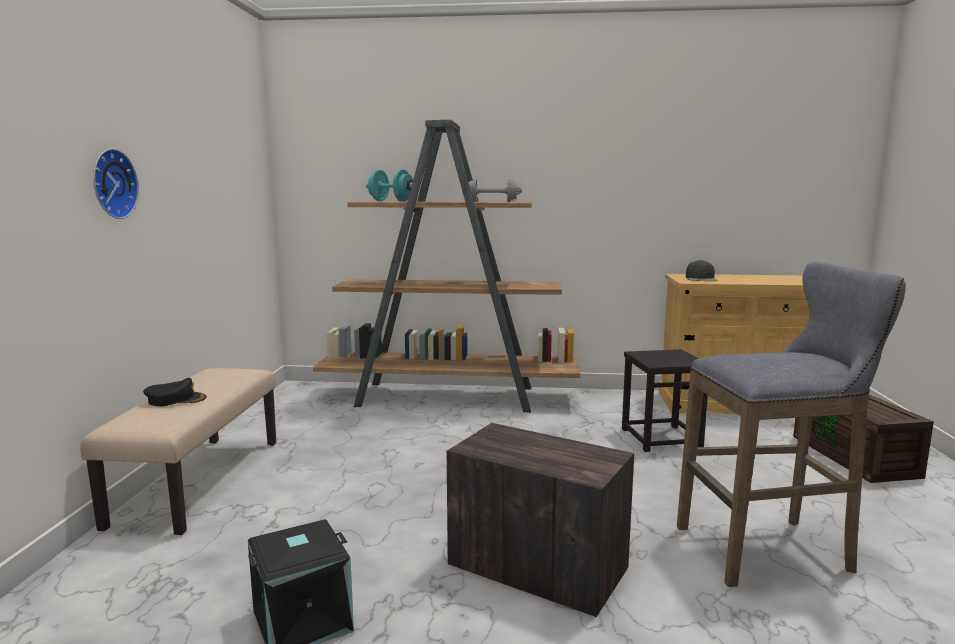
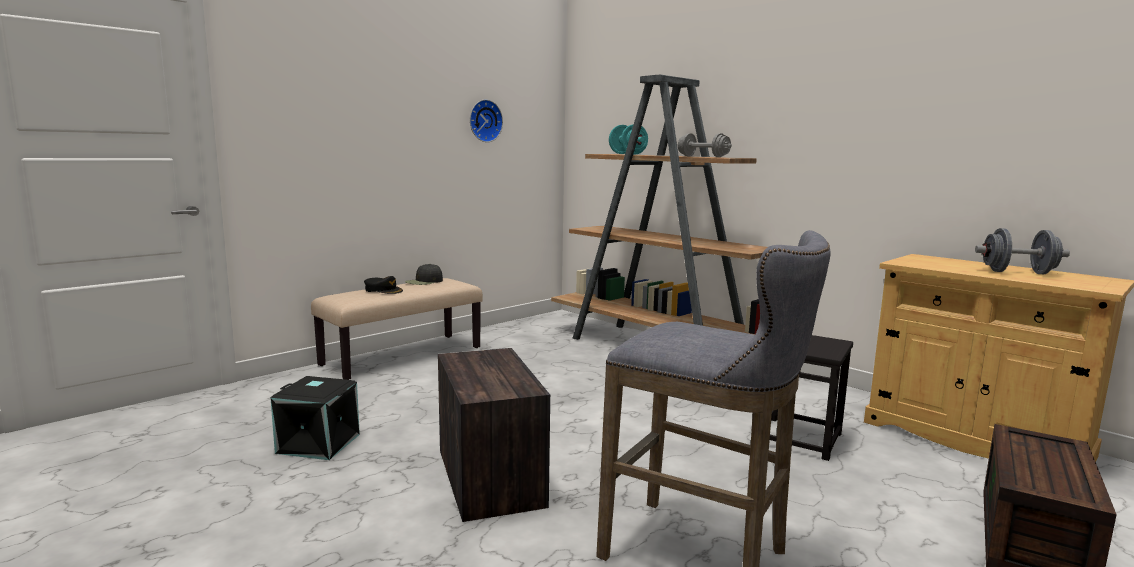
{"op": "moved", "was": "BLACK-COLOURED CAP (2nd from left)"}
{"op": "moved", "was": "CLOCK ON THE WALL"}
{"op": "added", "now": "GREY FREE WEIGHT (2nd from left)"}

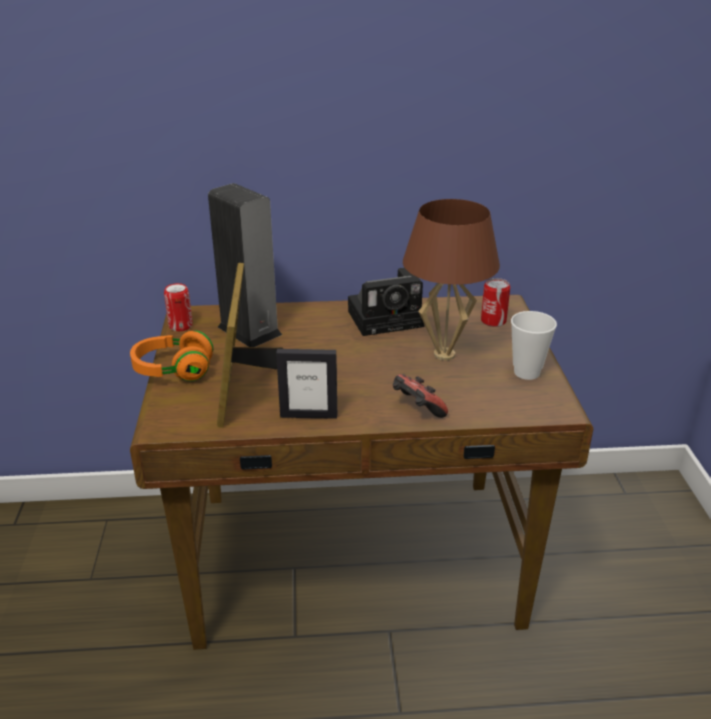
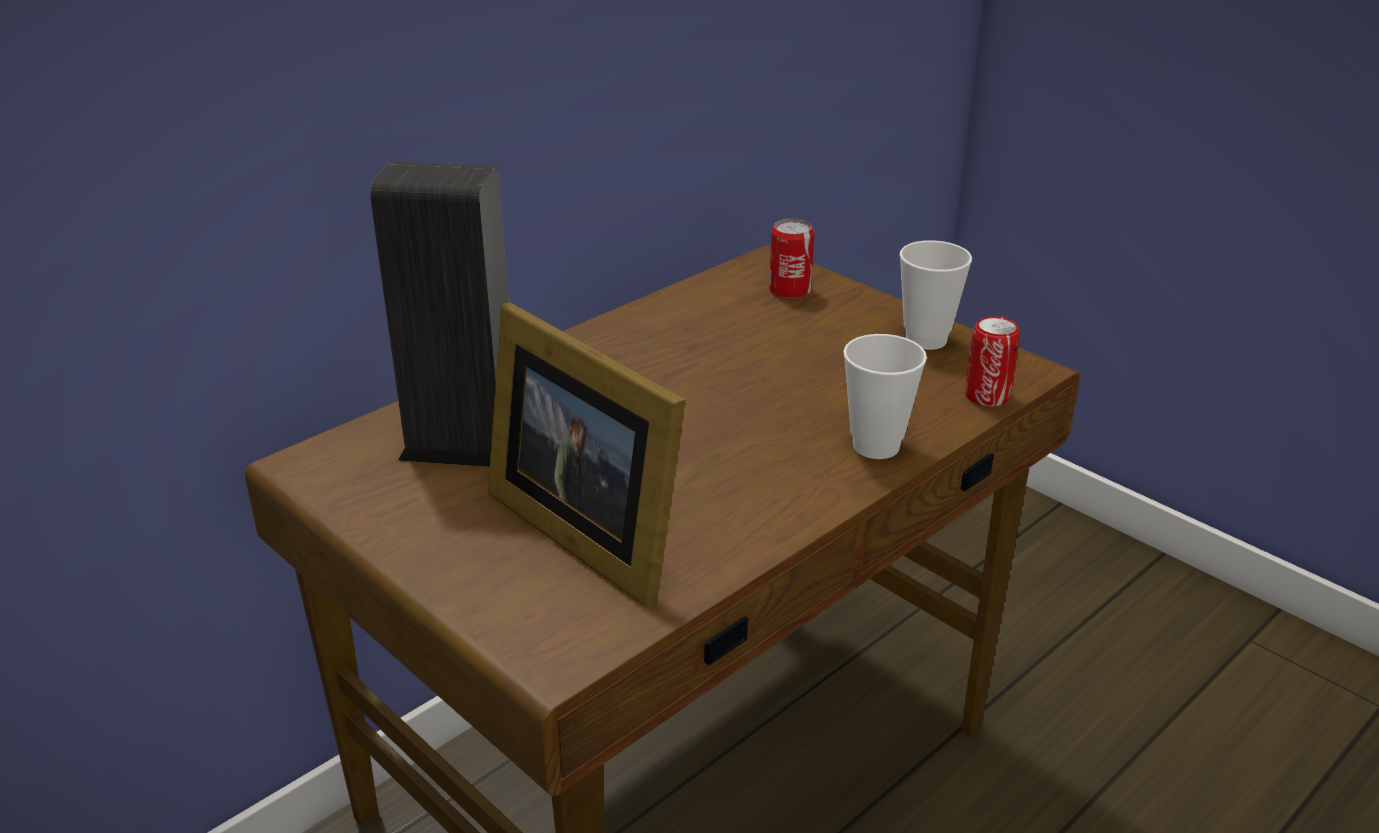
{"op": "replaced", "was": "GAME CONTROLLER", "now": "DRINKING CUP (1st from left)"}
{"op": "moved", "was": "METAL CAN (1st from left in the first image)", "now": "METAL CAN (2nd from left)"}
{"op": "removed", "was": "ORANGE HEADPHONES"}
{"op": "removed", "was": "PHOTO FRAME (2nd from left)"}
{"op": "removed", "was": "PHOTO CAMERA"}
{"op": "removed", "was": "BROWN-COLOURED TABLE LAMP"}

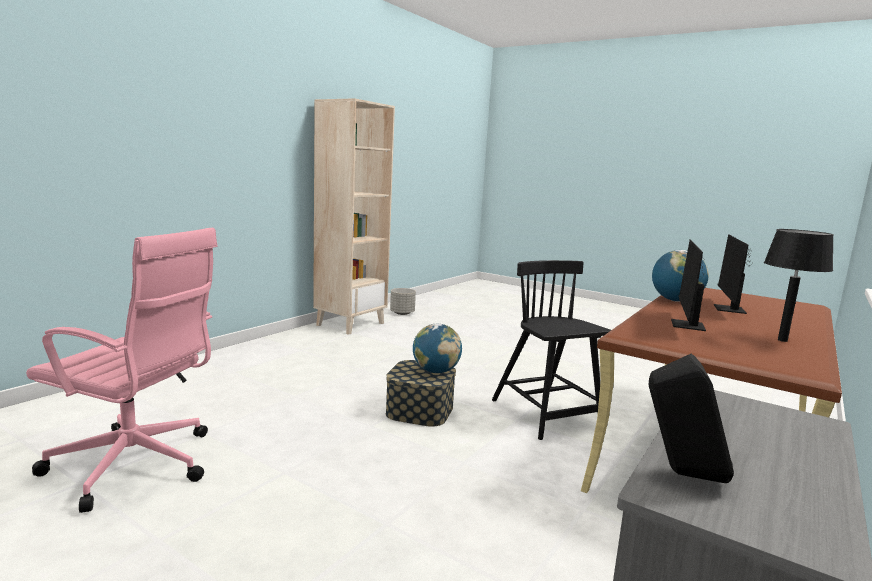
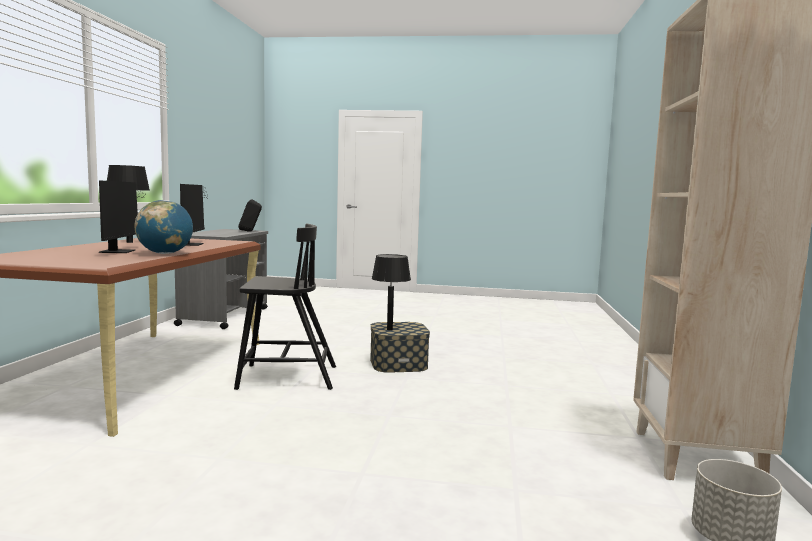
{"op": "turned", "was": "BLACK-COLOURED PLAIN CHAIR", "clockwise": -45}
{"op": "replaced", "was": "WORLD GLOBE (1st from left)", "now": "BLACK-COLOURED TABLE LAMP (2nd from left)"}
{"op": "removed", "was": "PINK-COLOURED OFFICE CHAIR"}

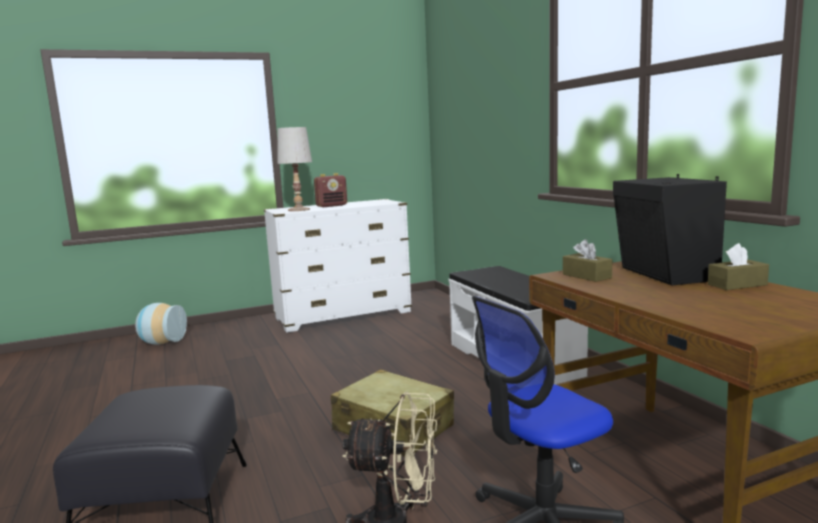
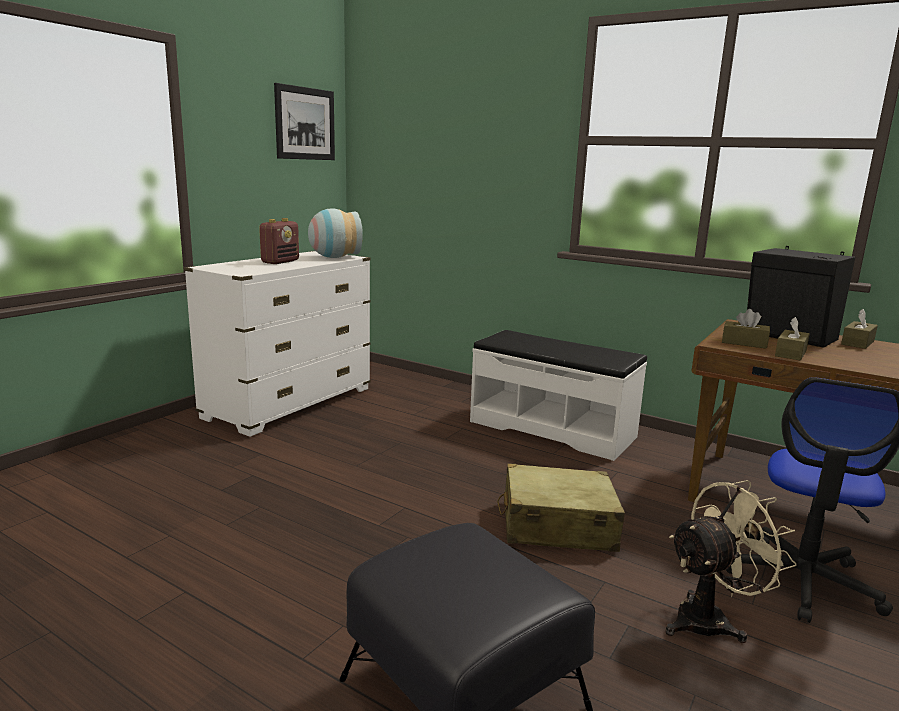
{"op": "added", "now": "PICTURE"}
{"op": "moved", "was": "VASE"}
{"op": "added", "now": "BROWN-COLOURED TISSUE HOLDER (2nd from left)"}
{"op": "removed", "was": "WHITE TABLE LAMP"}

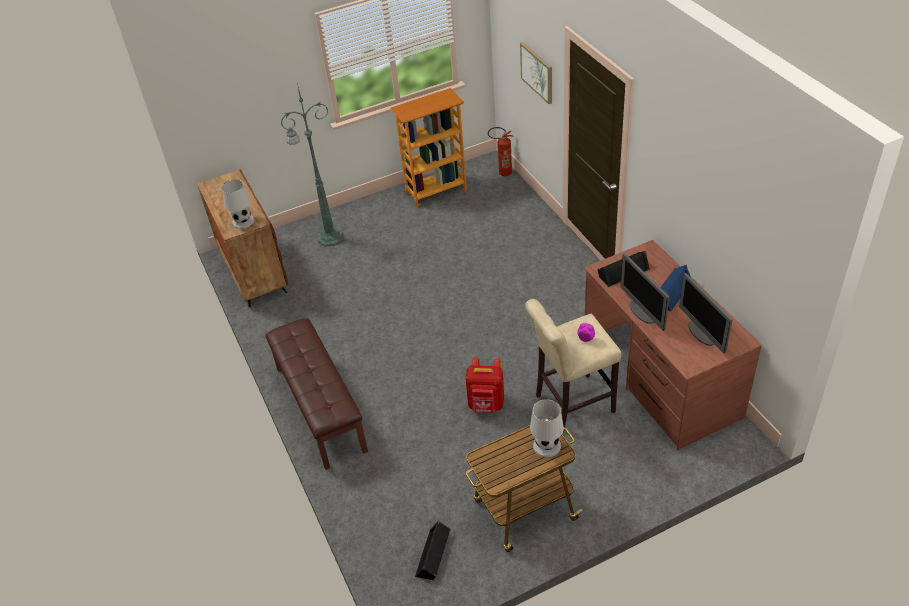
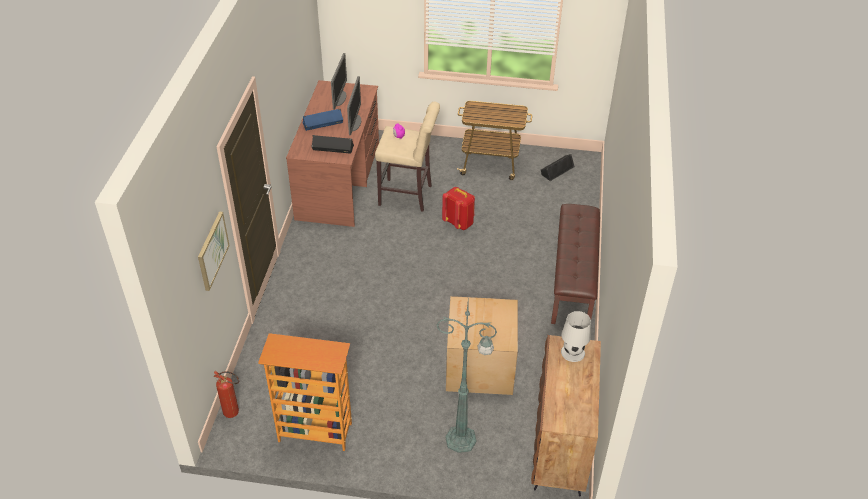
{"op": "added", "now": "PACKING BOX"}
{"op": "removed", "was": "WHITE TABLE LAMP (2nd from left)"}

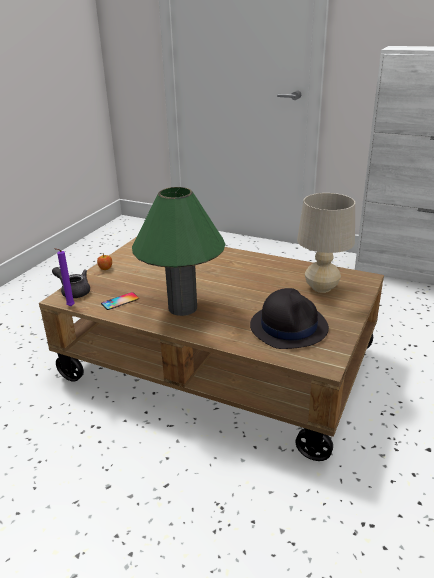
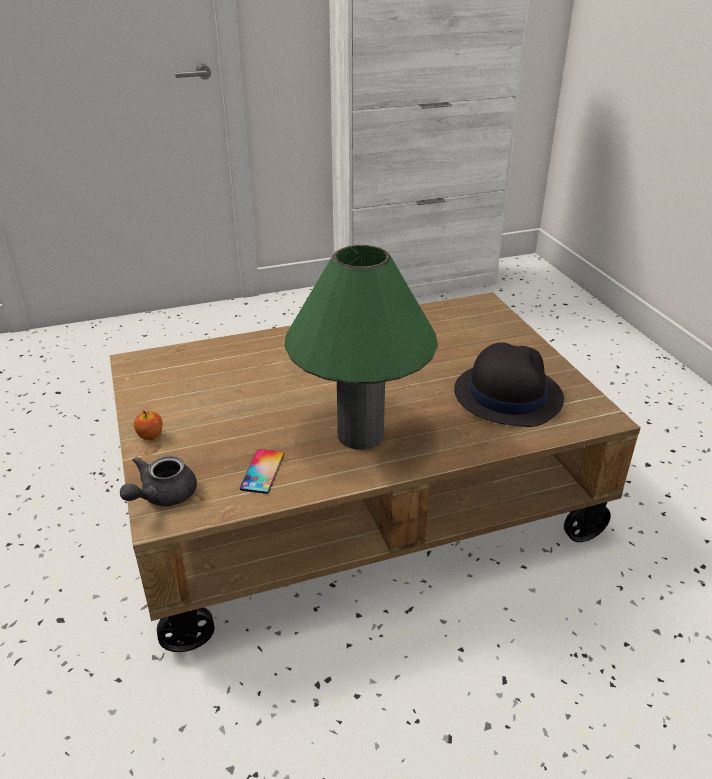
{"op": "turned", "was": "GREY POT FOR TEA", "clockwise": -45}
{"op": "removed", "was": "PURPLISH CANDLE"}
{"op": "removed", "was": "BEIGE TABLE LAMP"}

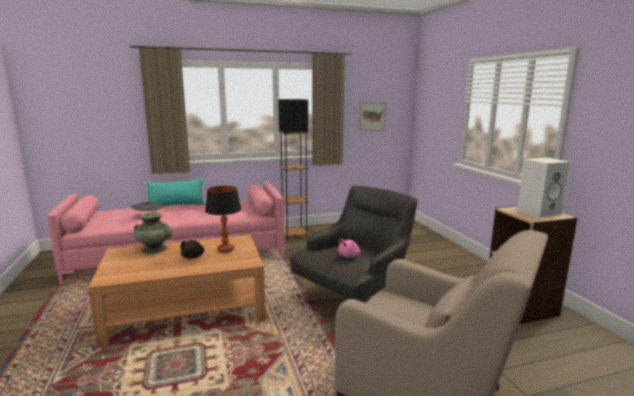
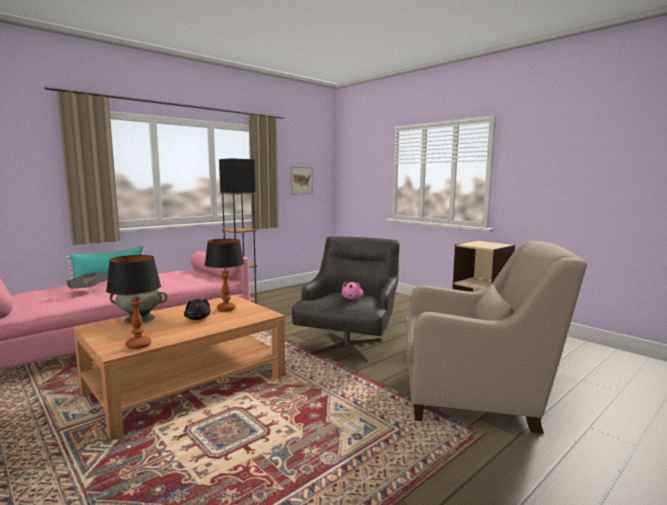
{"op": "added", "now": "TABLE LAMP (1st from left)"}
{"op": "removed", "was": "WHITE LOUDSPEAKER"}

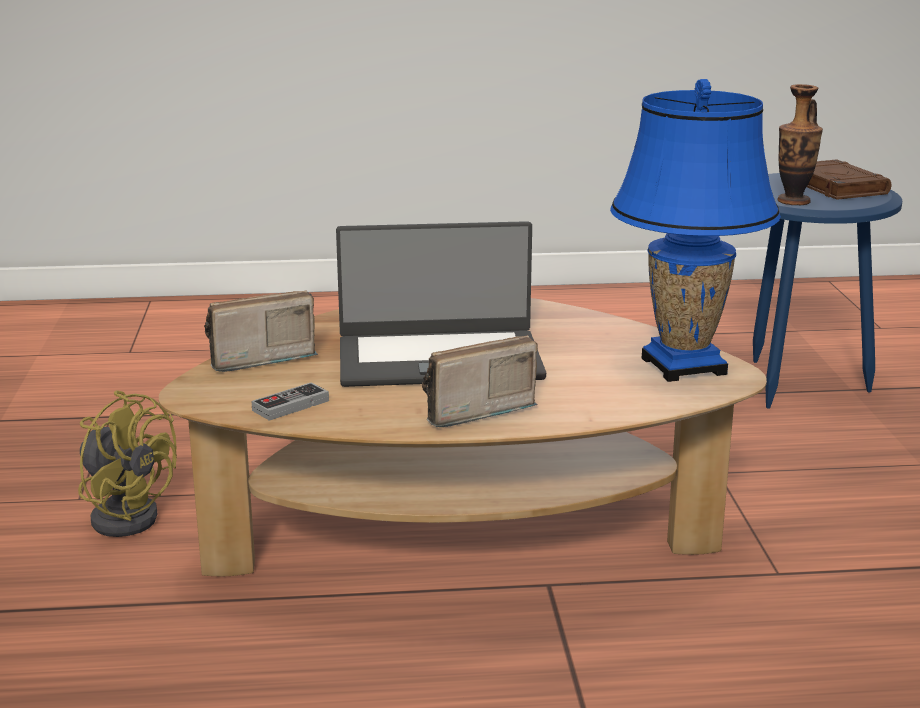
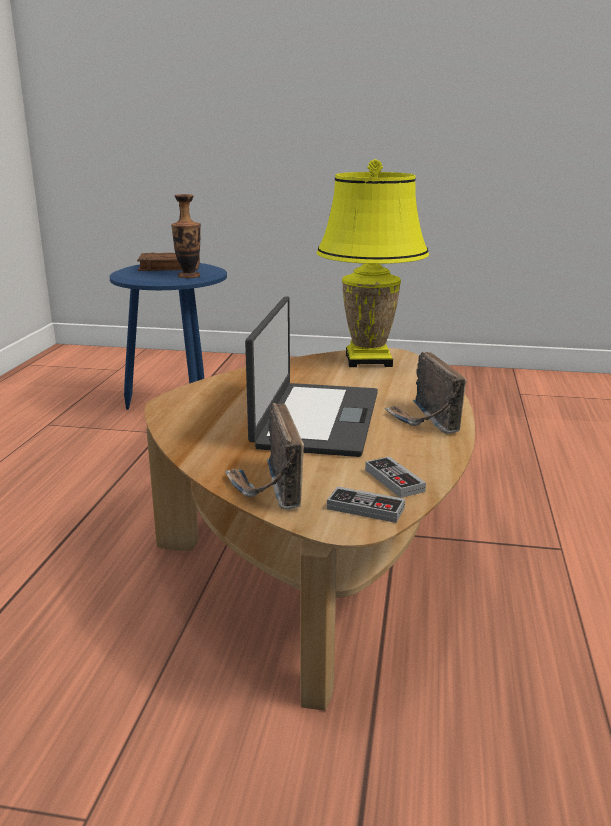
{"op": "recoloured", "was": "BLUISH TABLE LAMP", "now": "YELLOWISH TABLE LAMP"}
{"op": "added", "now": "GAME CONTROLLER (1st from left)"}
{"op": "removed", "was": "YELLOWISH ELECTRIC FAN"}

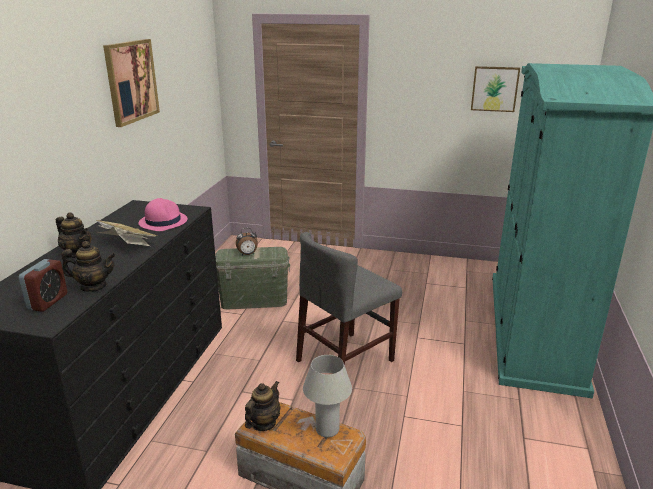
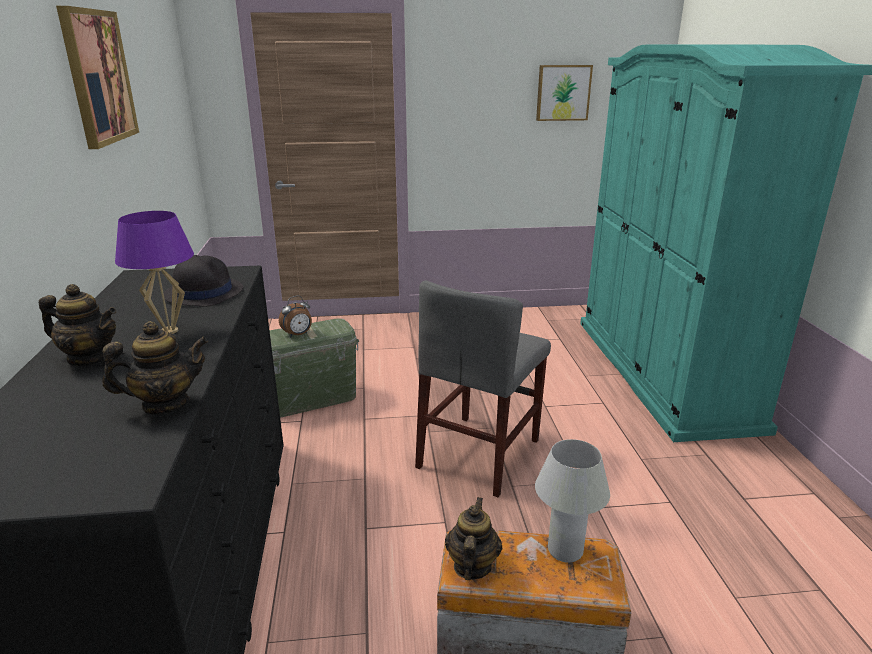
{"op": "replaced", "was": "VOLUME", "now": "PURPLISH TABLE LAMP"}
{"op": "recoloured", "was": "PINK-COLOURED CLOTHING HAT", "now": "BLACK-COLOURED CLOTHING HAT"}
{"op": "removed", "was": "ALARM CLOCK (1st from left)"}

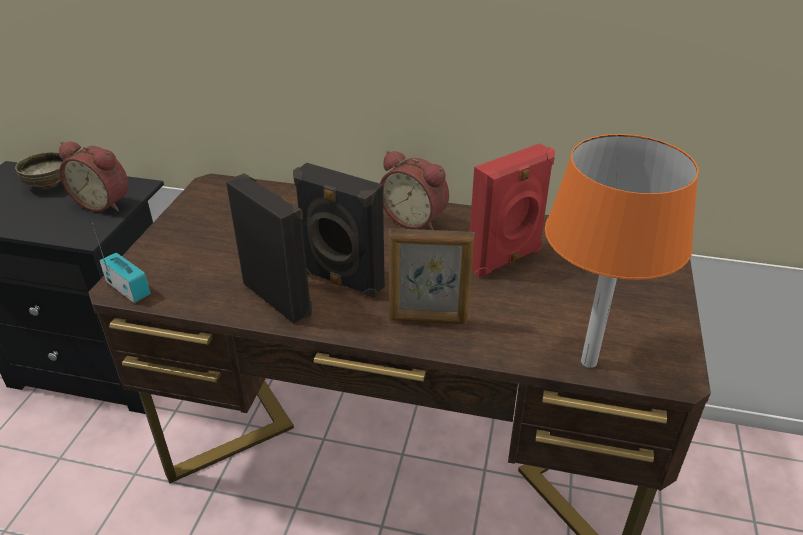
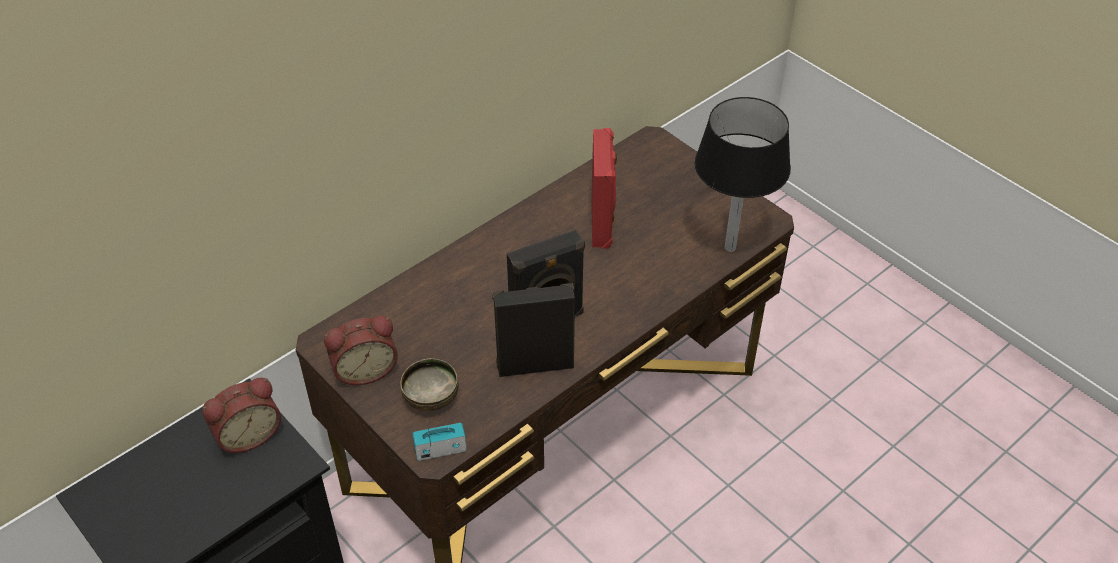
{"op": "moved", "was": "ALARM CLOCK (2nd from left)"}
{"op": "moved", "was": "BOWL"}
{"op": "recoloured", "was": "ORANGE TABLE LAMP", "now": "BLACK-COLOURED TABLE LAMP"}
{"op": "removed", "was": "PHOTO FRAME"}

